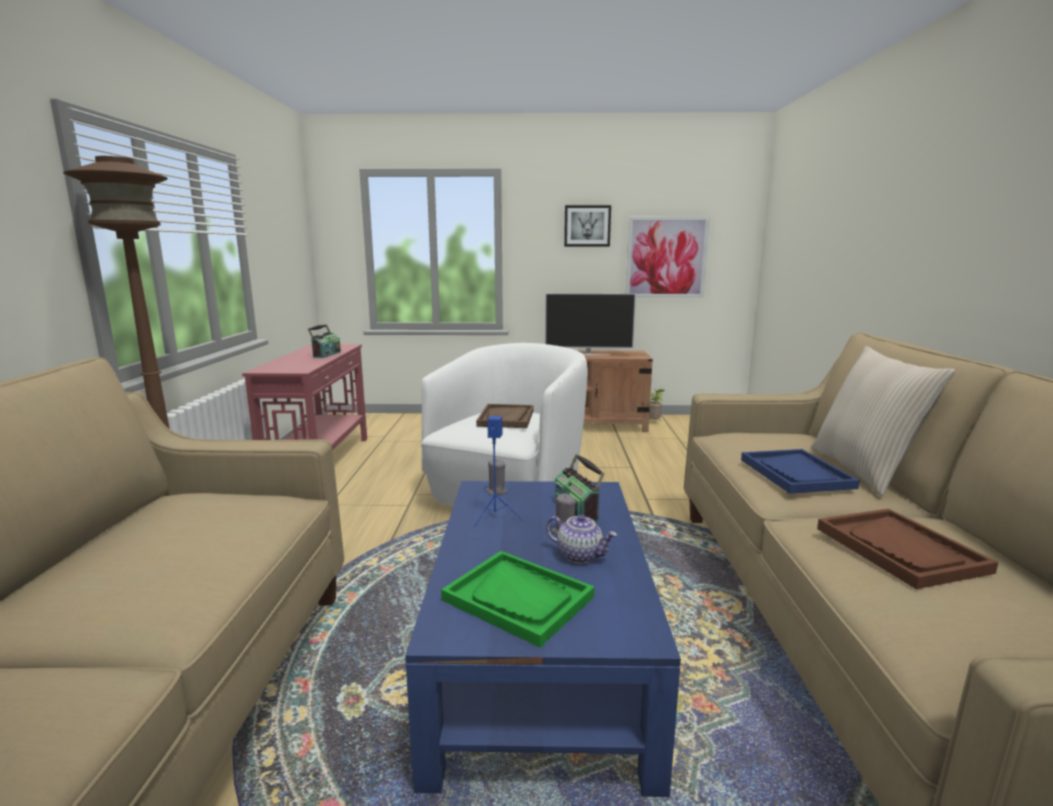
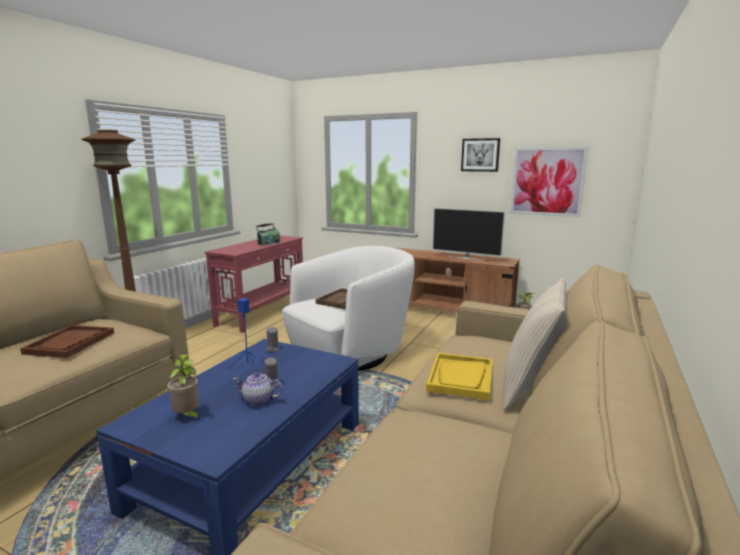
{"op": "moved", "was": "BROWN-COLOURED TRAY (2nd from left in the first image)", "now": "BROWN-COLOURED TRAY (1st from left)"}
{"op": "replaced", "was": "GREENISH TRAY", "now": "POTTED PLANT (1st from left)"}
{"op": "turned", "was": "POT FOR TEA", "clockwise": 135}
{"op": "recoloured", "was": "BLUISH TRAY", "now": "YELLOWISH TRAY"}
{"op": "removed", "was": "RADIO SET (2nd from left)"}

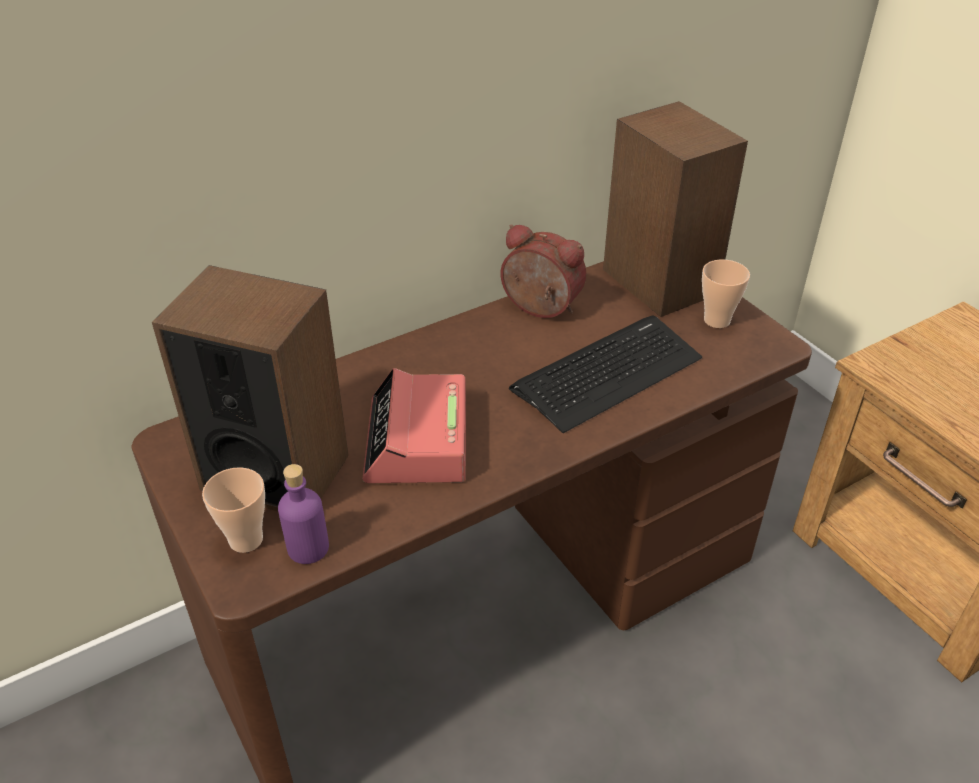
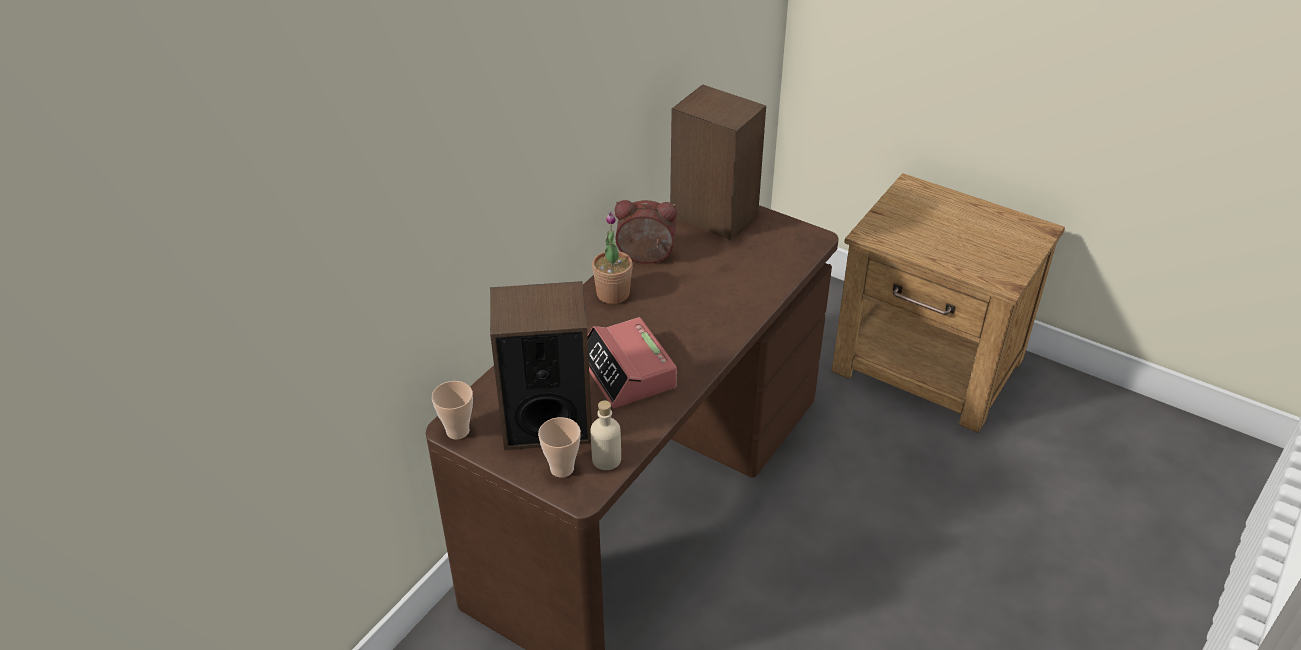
{"op": "moved", "was": "DRINKING CUP (2nd from left in the first image)", "now": "DRINKING CUP (1st from left)"}
{"op": "recoloured", "was": "PURPLISH BOTTLE", "now": "BEIGE BOTTLE"}
{"op": "added", "now": "POTTED PLANT"}
{"op": "removed", "was": "COMPUTER KEYBOARD"}

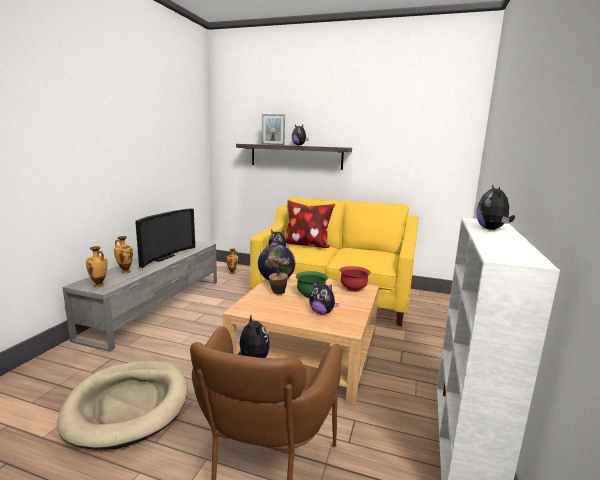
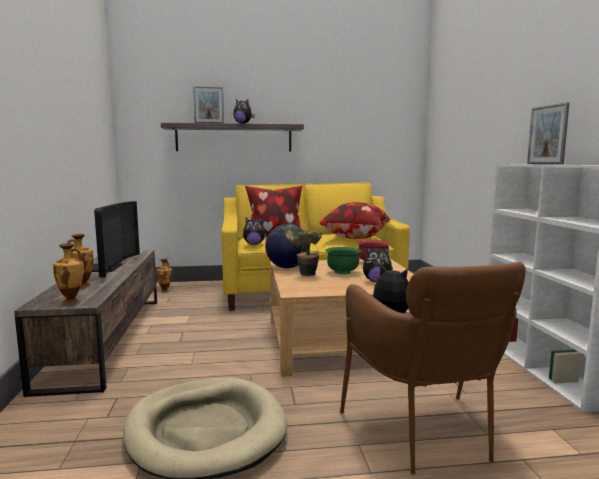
{"op": "recoloured", "was": "GREY TV STAND", "now": "BROWN-COLOURED TV STAND"}
{"op": "added", "now": "CUSHION (2nd from left)"}
{"op": "replaced", "was": "PLUSH TOY (5th from left)", "now": "PHOTO FRAME (2nd from left)"}

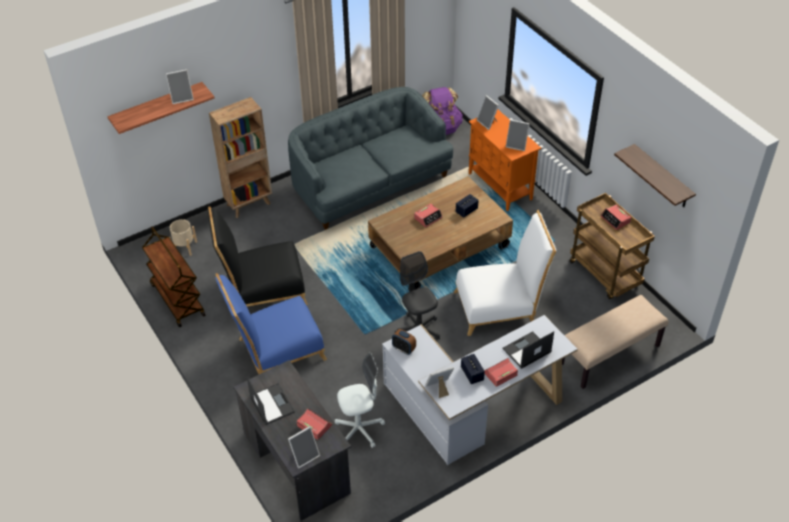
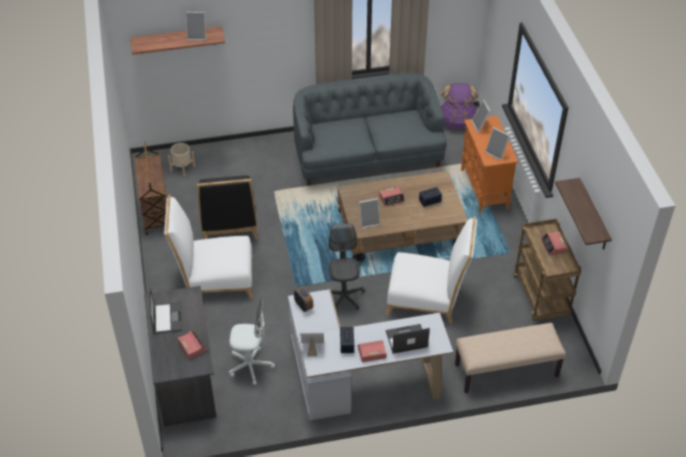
{"op": "recoloured", "was": "BLUISH PLAIN CHAIR", "now": "WHITE PLAIN CHAIR (1st from left)"}
{"op": "turned", "was": "BLACK-COLOURED PLAIN CHAIR", "clockwise": -105}
{"op": "moved", "was": "PHOTO FRAME (2nd from left in the first image)", "now": "PHOTO FRAME (3rd from left)"}
{"op": "removed", "was": "BROWN-COLOURED BOOKSHELF"}

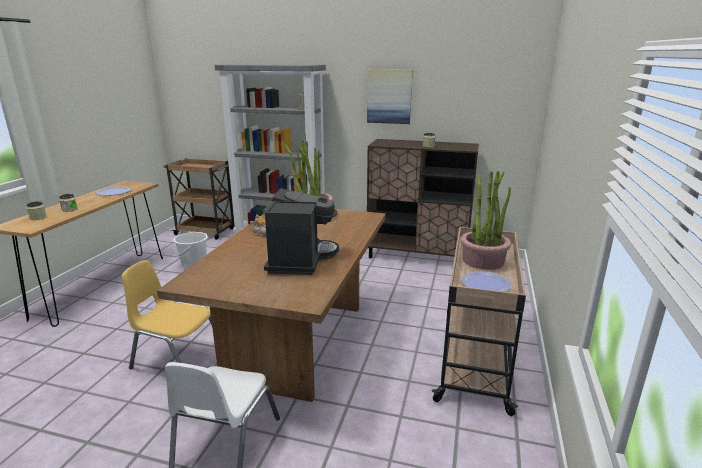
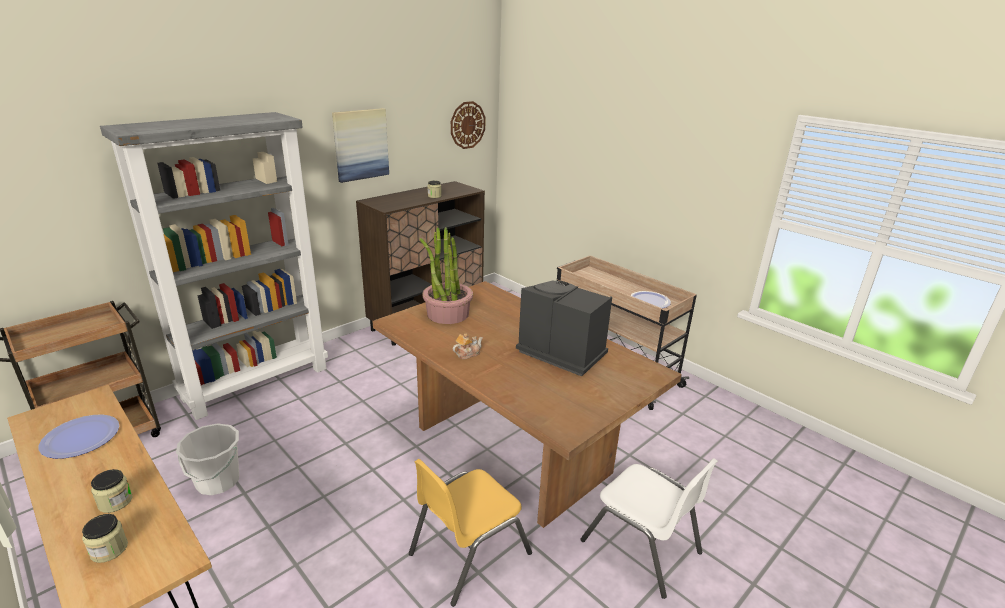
{"op": "added", "now": "CLOCK ON THE WALL"}
{"op": "removed", "was": "POTTED PLANT (2nd from left)"}

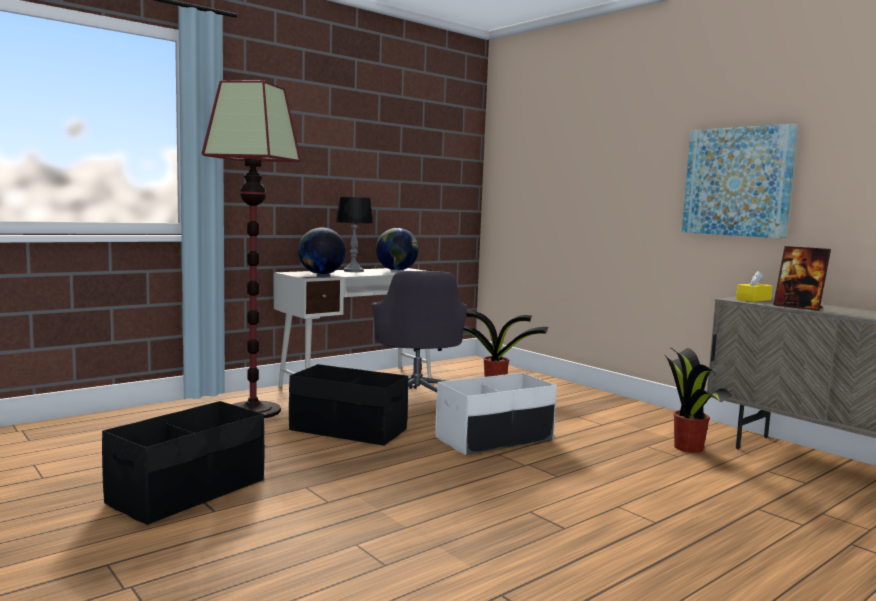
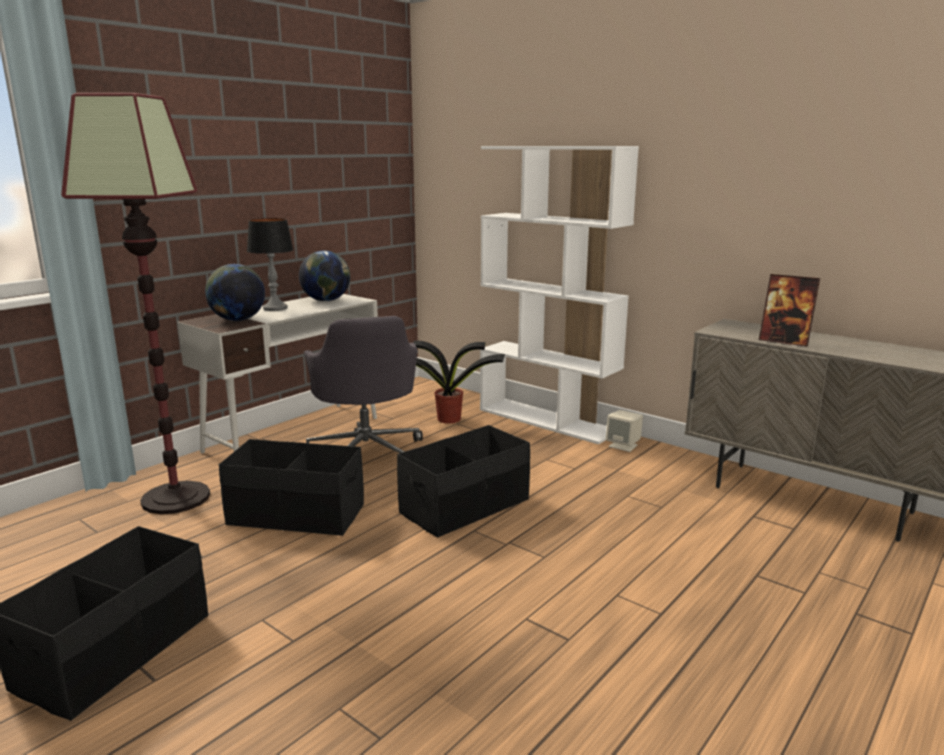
{"op": "recoloured", "was": "WHITE STORAGE BIN", "now": "BLACK-COLOURED STORAGE BIN (3rd from left)"}
{"op": "added", "now": "WHITE BOOKSHELF"}
{"op": "added", "now": "BEIGE LOUDSPEAKER"}
{"op": "removed", "was": "POTTED PLANT (2nd from left)"}
{"op": "removed", "was": "PICTURE"}
{"op": "removed", "was": "YELLOWISH TISSUE HOLDER"}

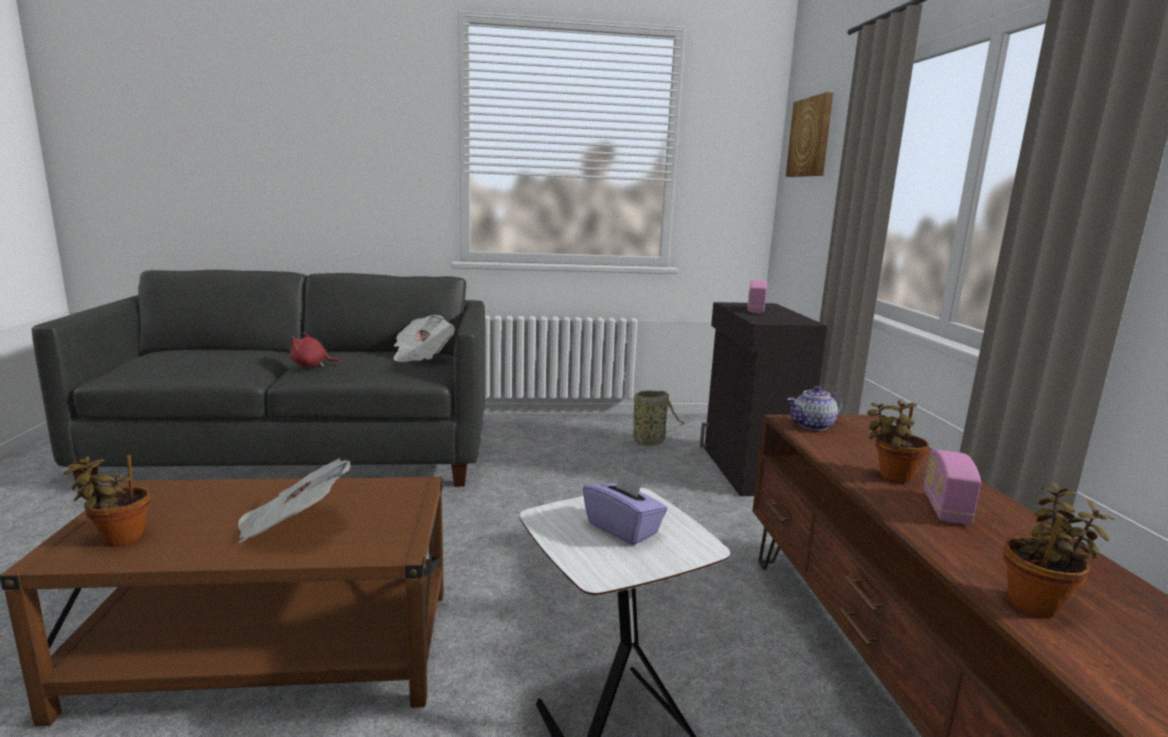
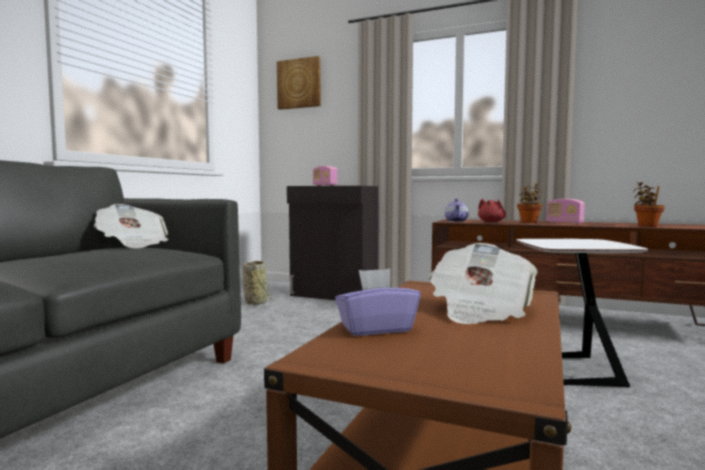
{"op": "moved", "was": "PURPLISH TISSUE HOLDER"}
{"op": "moved", "was": "RED PLUSH TOY"}
{"op": "removed", "was": "POTTED PLANT (1st from left)"}

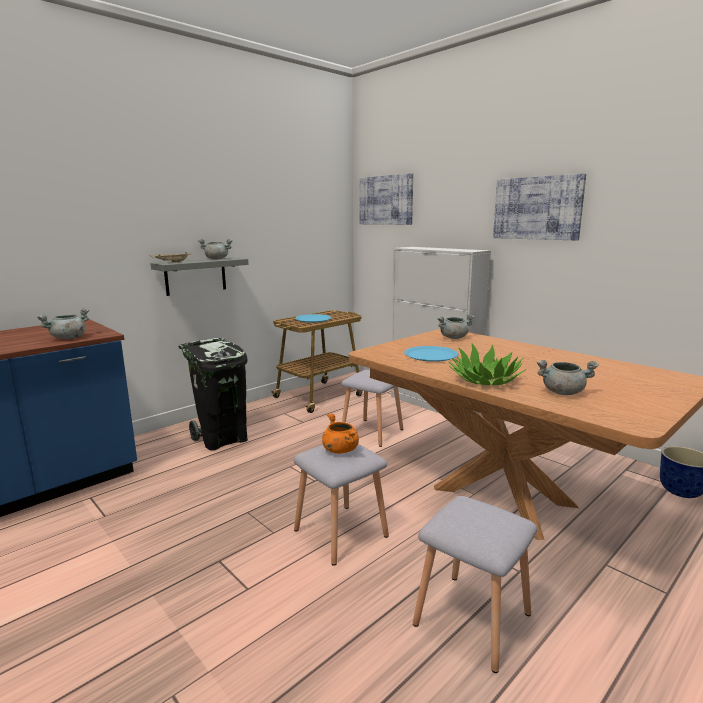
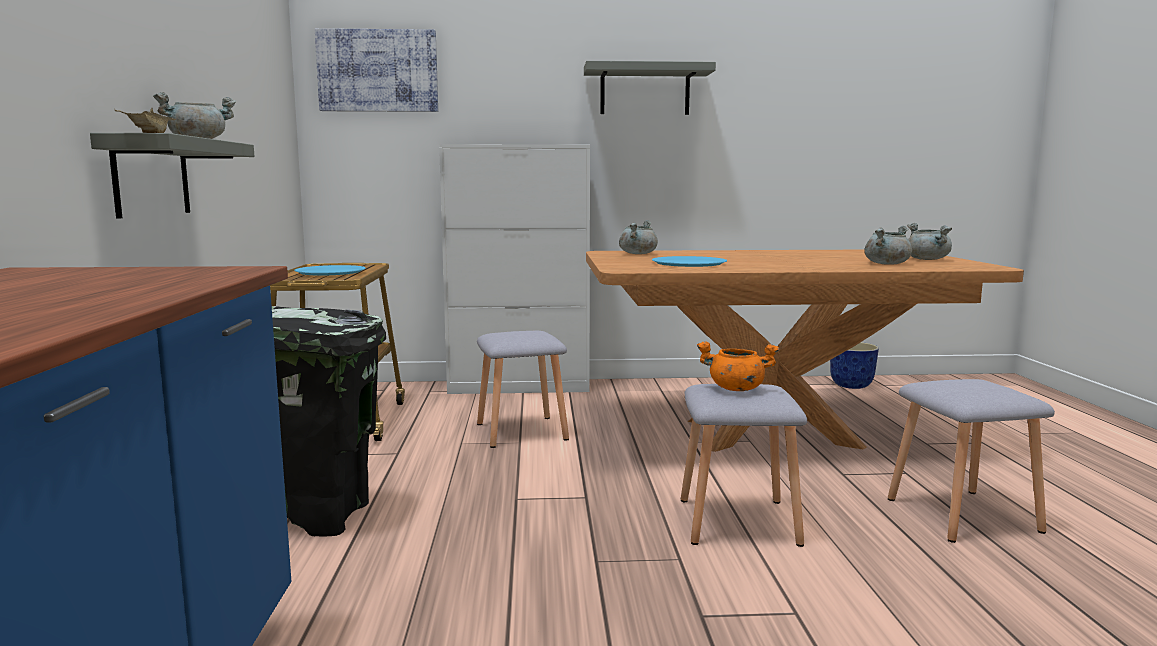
{"op": "replaced", "was": "PICTURE (2nd from left)", "now": "GREY BRACKET SHELF (2nd from left)"}
{"op": "moved", "was": "GREY COOKING POT (1st from left in the first image)", "now": "GREY COOKING POT (4th from left)"}
{"op": "removed", "was": "POTTED PLANT"}

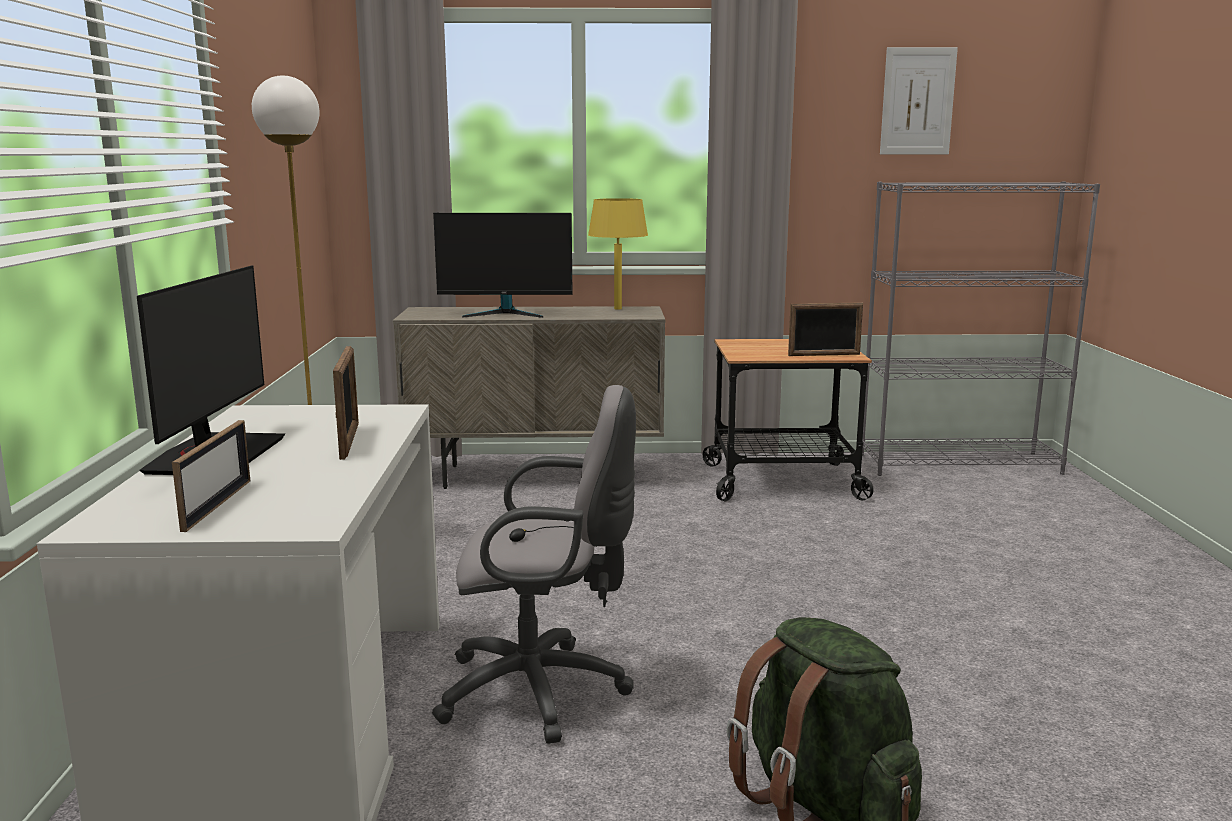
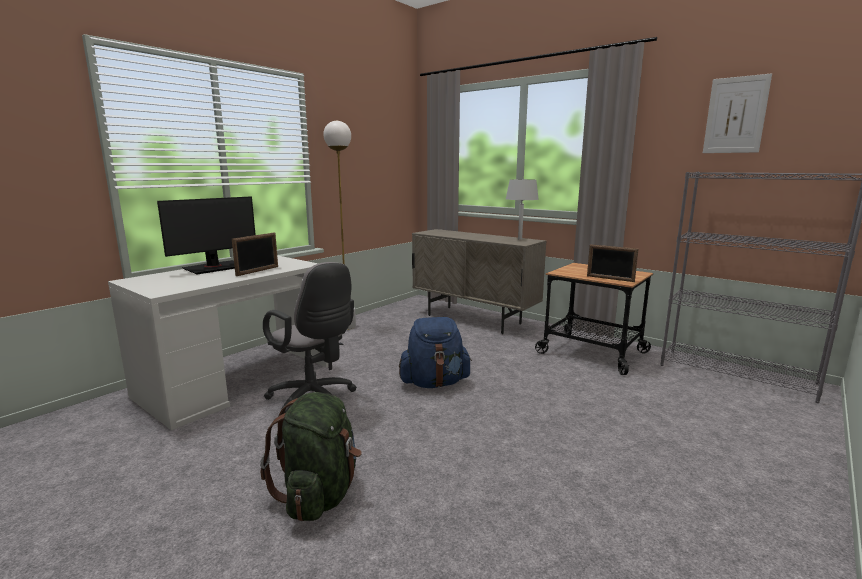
{"op": "added", "now": "BLUISH KNAPSACK"}
{"op": "recoloured", "was": "YELLOWISH TABLE LAMP", "now": "GREY TABLE LAMP"}
{"op": "removed", "was": "PHOTO FRAME (1st from left)"}
{"op": "removed", "was": "COMPUTER DISPLAY (2nd from left)"}

